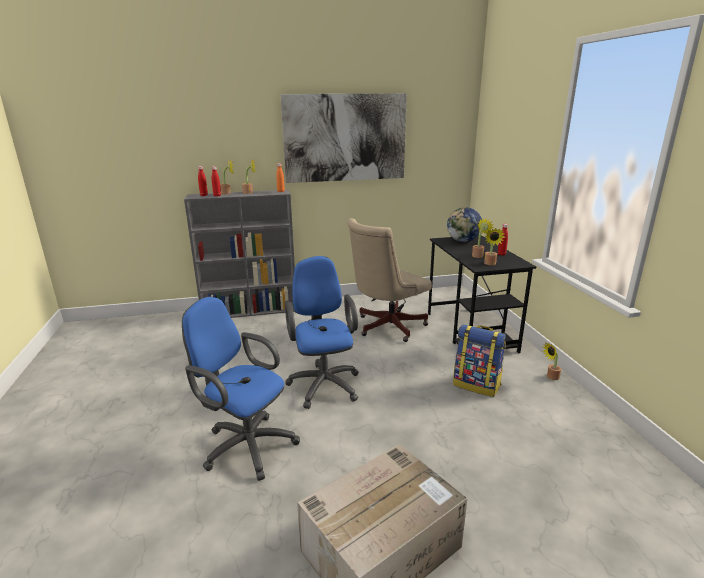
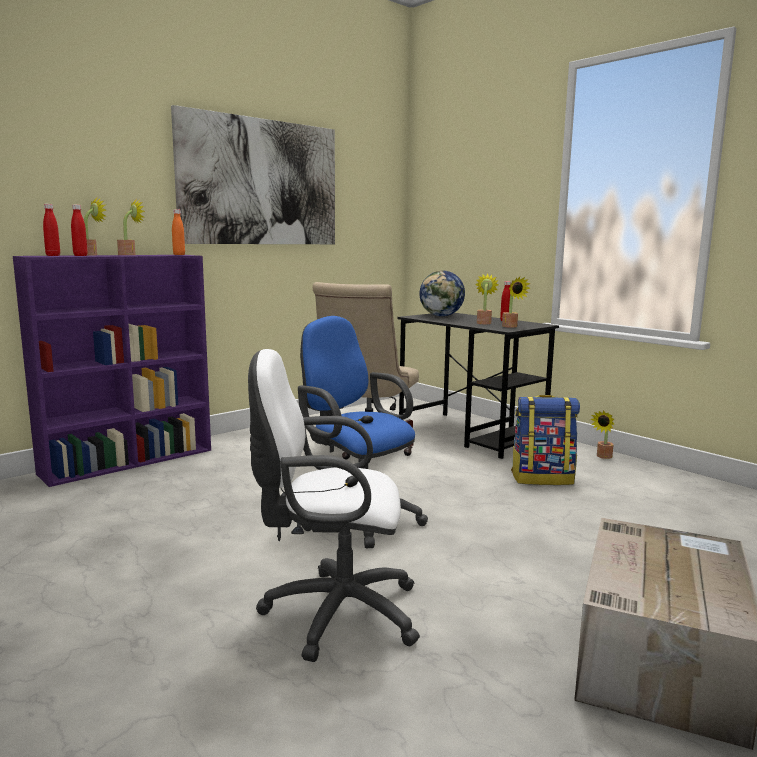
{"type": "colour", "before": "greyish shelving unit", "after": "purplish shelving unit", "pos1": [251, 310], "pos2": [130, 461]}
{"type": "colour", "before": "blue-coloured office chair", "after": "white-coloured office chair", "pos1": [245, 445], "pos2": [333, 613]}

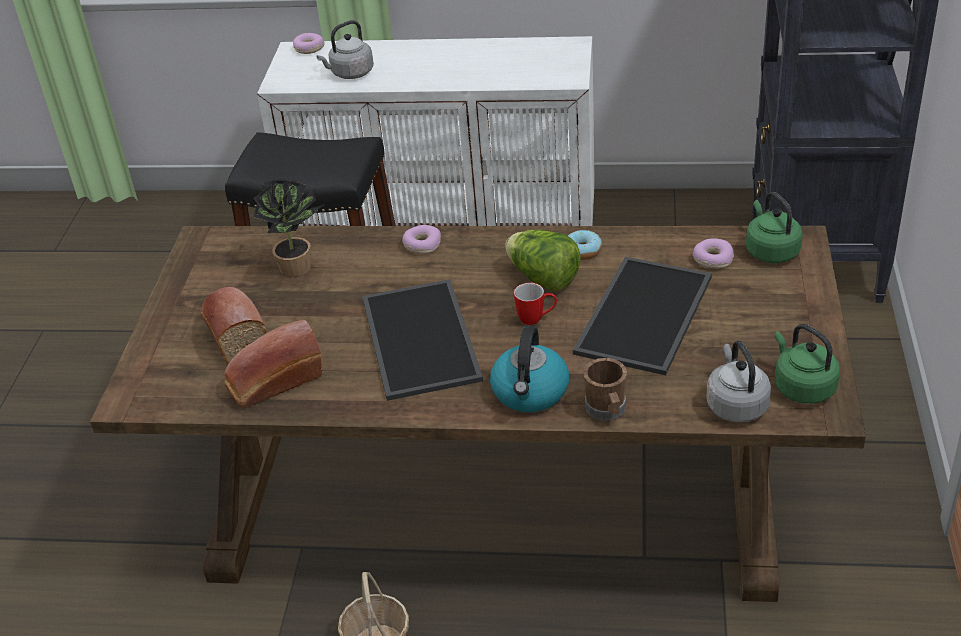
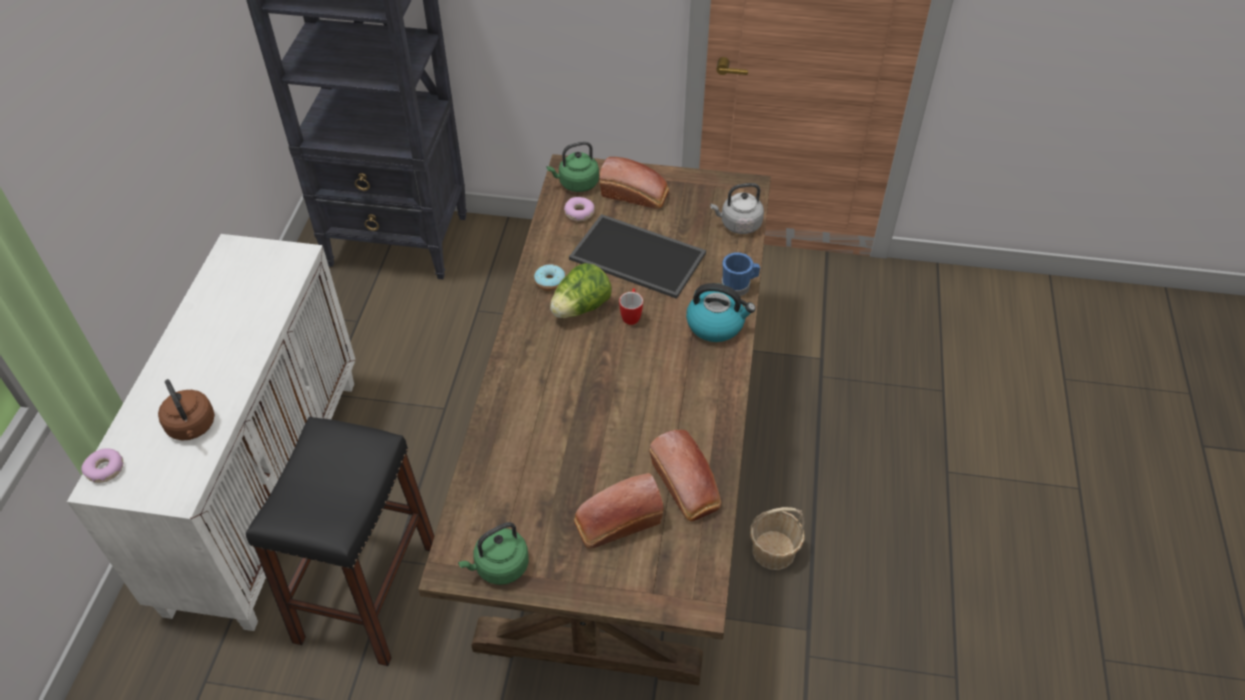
{"type": "colour", "before": "greyish kettle", "after": "brown-coloured kettle", "pos1": [350, 74], "pos2": [192, 427]}
{"type": "relocated", "before": "greenish kettle", "pos1": [802, 387], "pos2": [499, 567]}
{"type": "appeared", "after": "bread", "pos2": [636, 195]}
{"type": "colour", "before": "brown-coloured tea mug", "after": "blue-coloured tea mug", "pos1": [607, 410], "pos2": [739, 286]}
{"type": "missing", "before": "houseplant", "pos1": [300, 268]}
{"type": "missing", "before": "serving tray", "pos1": [417, 338]}
{"type": "missing", "before": "donut", "pos1": [422, 245]}

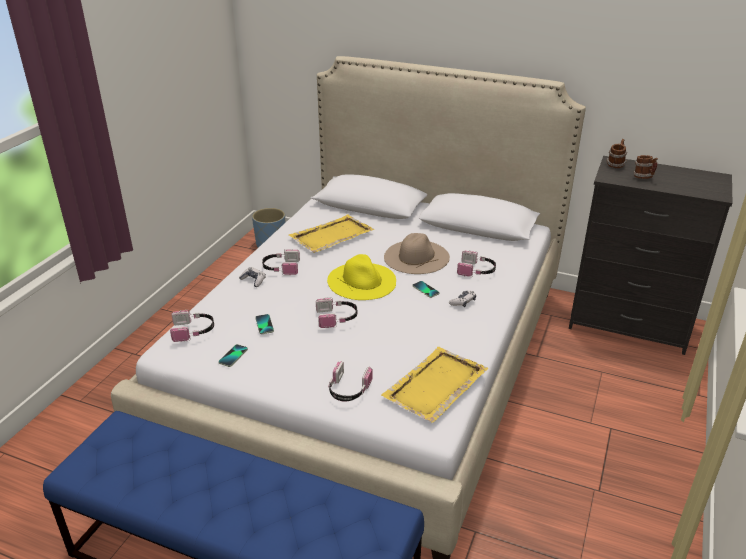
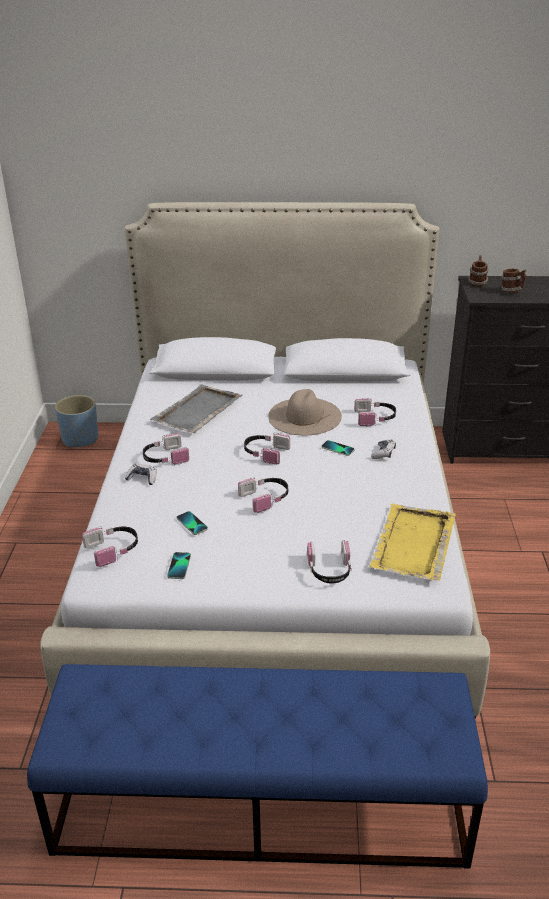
{"type": "colour", "before": "yellow serving tray", "after": "greyish serving tray", "pos1": [331, 236], "pos2": [196, 412]}
{"type": "exchanged", "before": "yellow hat", "after": "headset", "pos1": [362, 280], "pos2": [265, 453]}

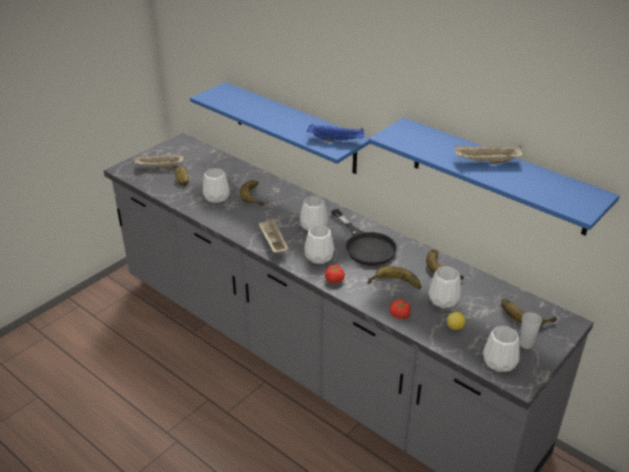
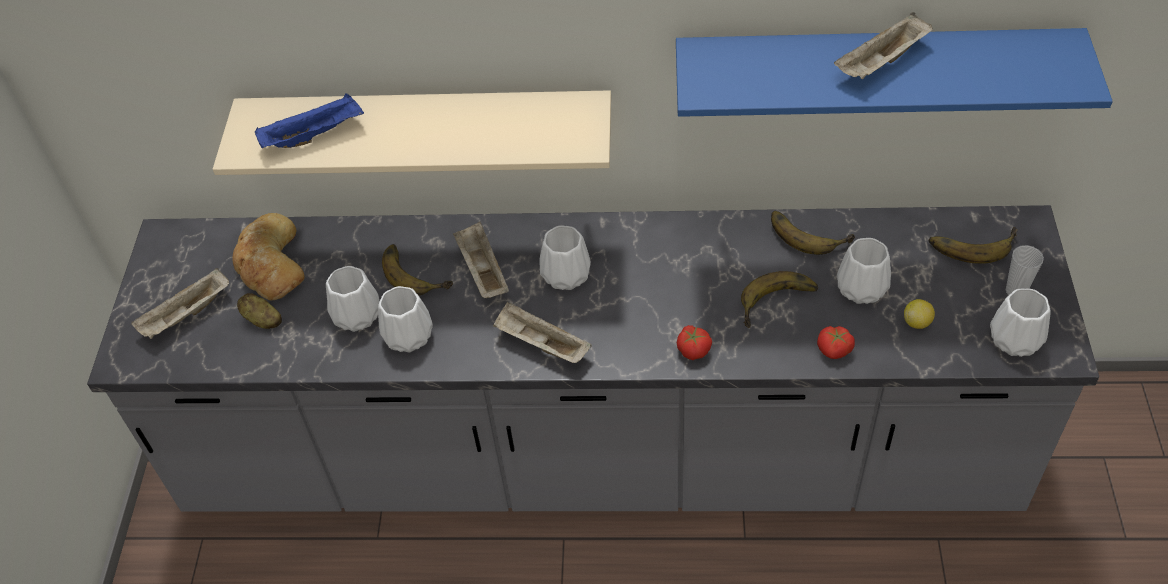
{"type": "colour", "before": "blue-coloured wall shelf", "after": "sand-coloured wall shelf", "pos1": [294, 128], "pos2": [427, 125]}
{"type": "appeared", "after": "bread", "pos2": [270, 263]}
{"type": "relocated", "before": "blue-coloured serving tray", "pos1": [336, 140], "pos2": [314, 135]}
{"type": "relocated", "before": "white-coloured decorative vase", "pos1": [319, 256], "pos2": [407, 335]}
{"type": "appeared", "after": "sand-coloured serving tray", "pos2": [482, 271]}
{"type": "missing", "before": "black skillet", "pos1": [365, 245]}

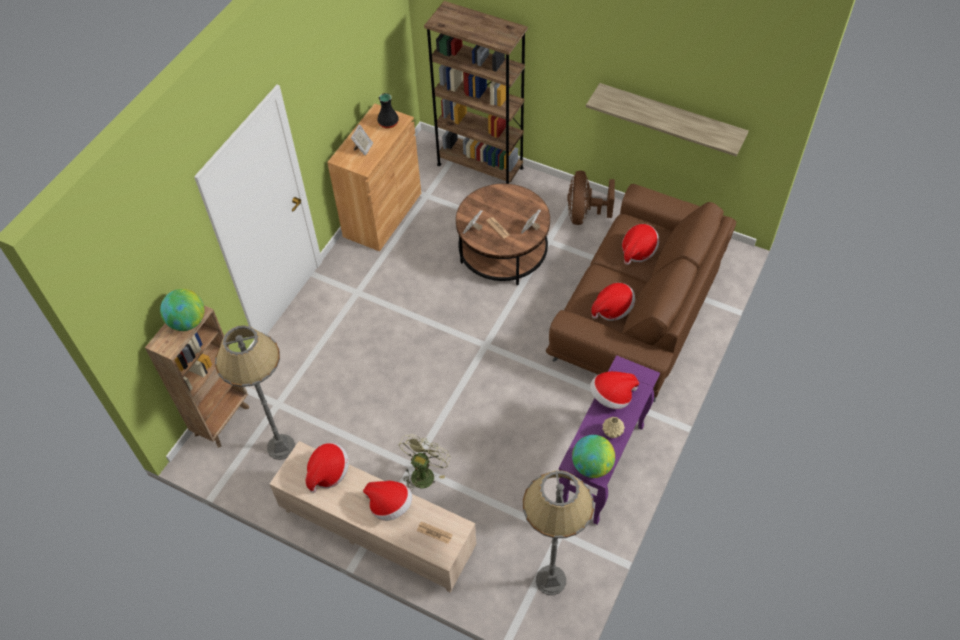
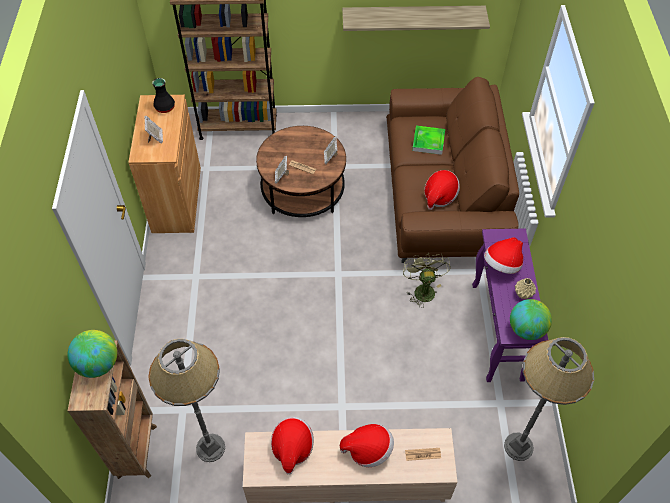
{"type": "relocated", "before": "greenish cooling fan", "pos1": [424, 472], "pos2": [422, 289]}
{"type": "exchanged", "before": "hat", "after": "serving tray", "pos1": [638, 251], "pos2": [428, 141]}
{"type": "missing", "before": "brown-coloured cooling fan", "pos1": [584, 214]}

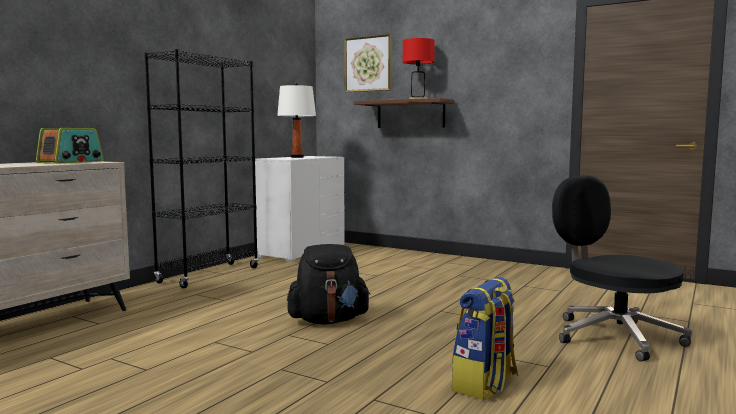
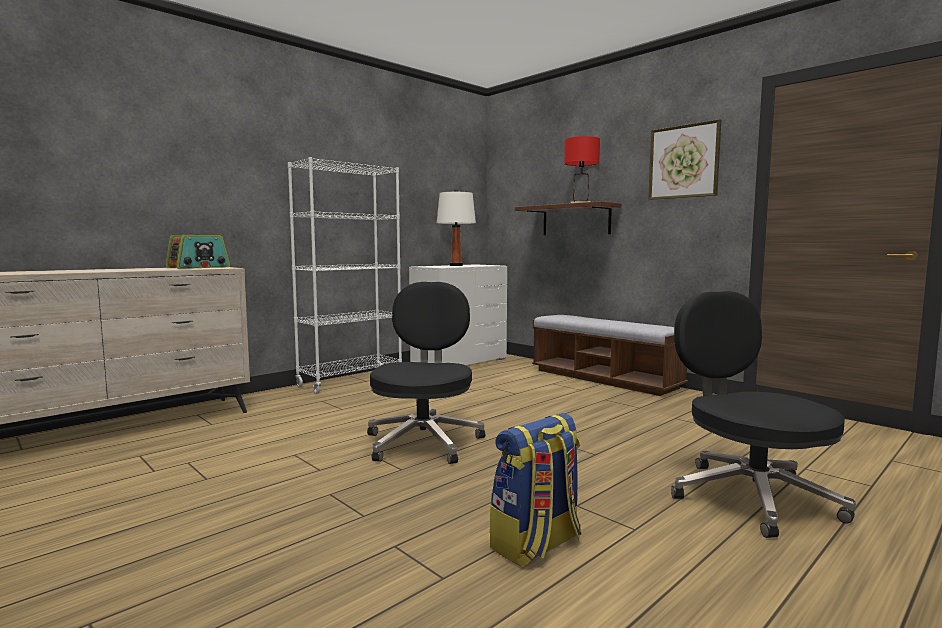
{"type": "colour", "before": "black shelving unit", "after": "white-coloured shelving unit", "pos1": [209, 275], "pos2": [351, 381]}
{"type": "exchanged", "before": "black backpack", "after": "black office chair", "pos1": [328, 320], "pos2": [424, 441]}
{"type": "appeared", "after": "bench", "pos2": [604, 379]}
{"type": "relocated", "before": "picture", "pos1": [368, 64], "pos2": [684, 162]}

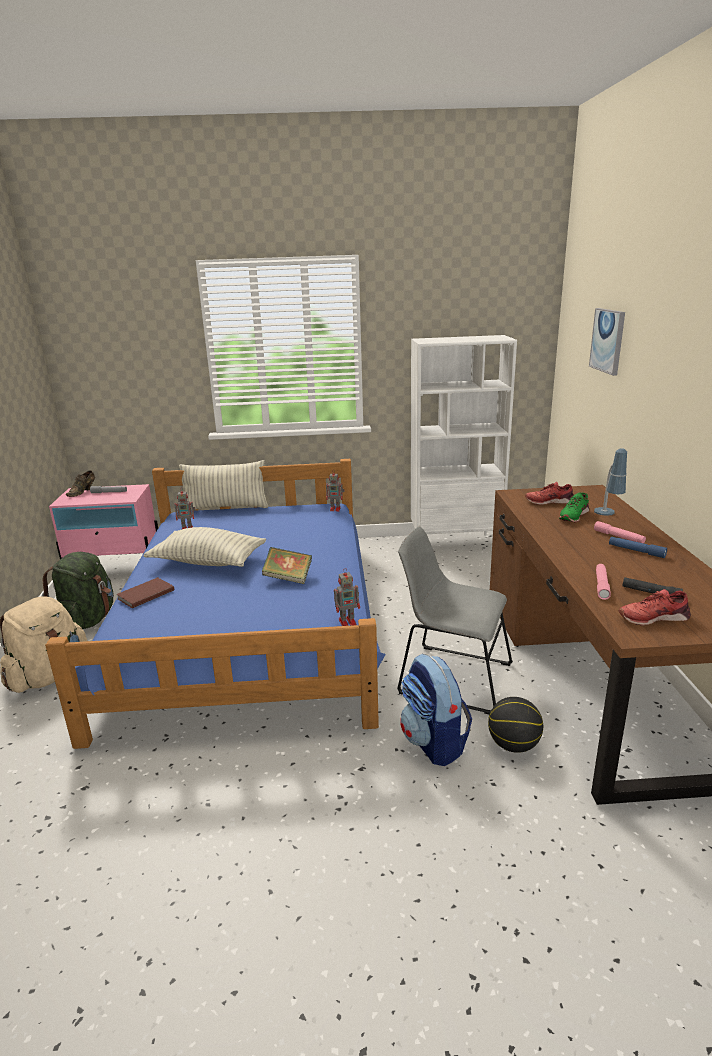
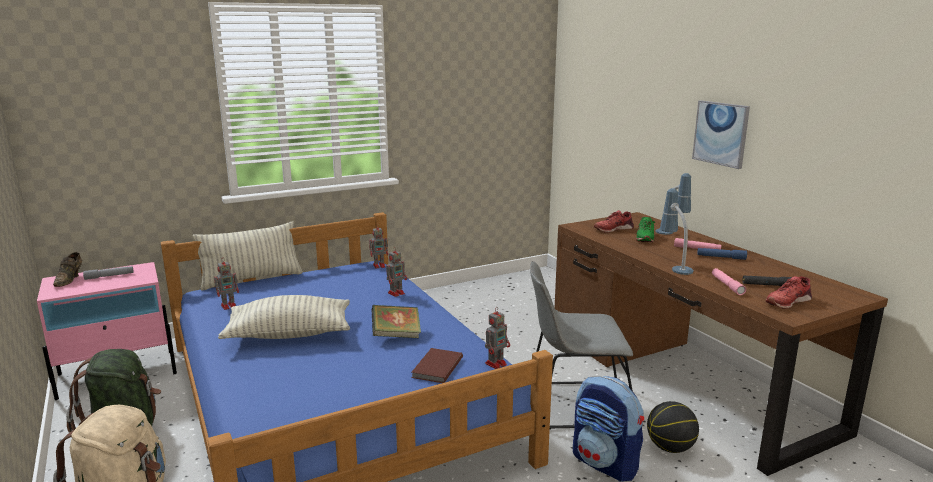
{"type": "appeared", "after": "toy robot", "pos2": [397, 293]}
{"type": "relocated", "before": "brown-coloured book", "pos1": [144, 594], "pos2": [436, 367]}
{"type": "appeared", "after": "lamp for a table", "pos2": [674, 266]}
{"type": "relocated", "before": "picture", "pos1": [608, 340], "pos2": [721, 133]}
{"type": "missing", "before": "white-coloured shelving unit", "pos1": [456, 542]}

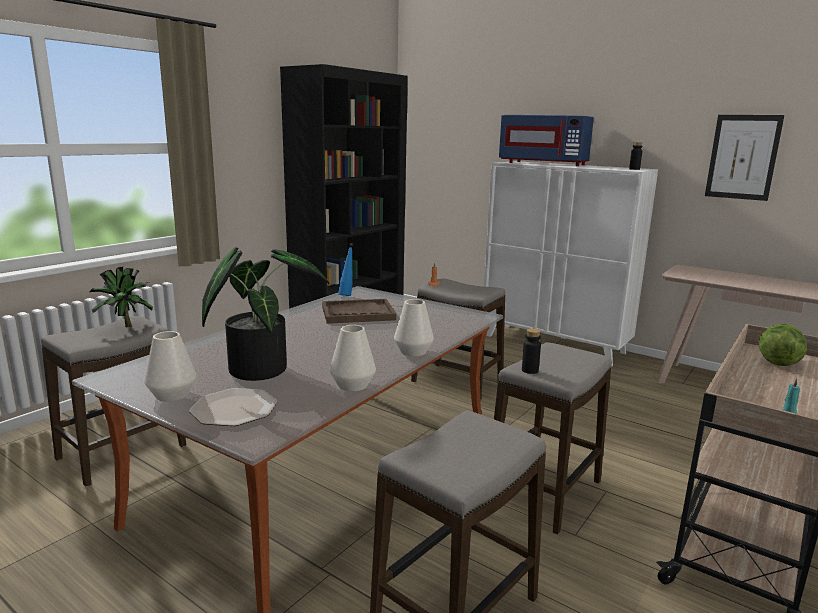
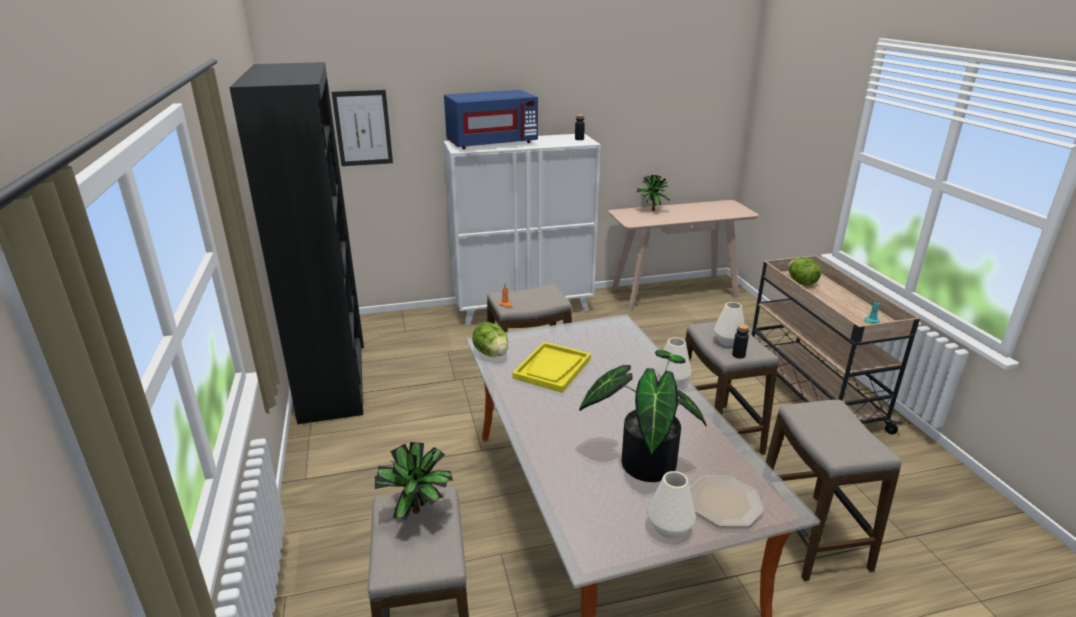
{"type": "relocated", "before": "picture", "pos1": [742, 157], "pos2": [363, 128]}
{"type": "exchanged", "before": "blue-coloured beverage bottle", "after": "lettuce head", "pos1": [347, 295], "pos2": [491, 353]}
{"type": "colour", "before": "brown-coloured serving tray", "after": "yellow serving tray", "pos1": [357, 313], "pos2": [552, 368]}
{"type": "appeared", "after": "houseplant", "pos2": [650, 210]}
{"type": "relocated", "before": "white-coloured decorative vase", "pos1": [353, 385], "pos2": [728, 341]}

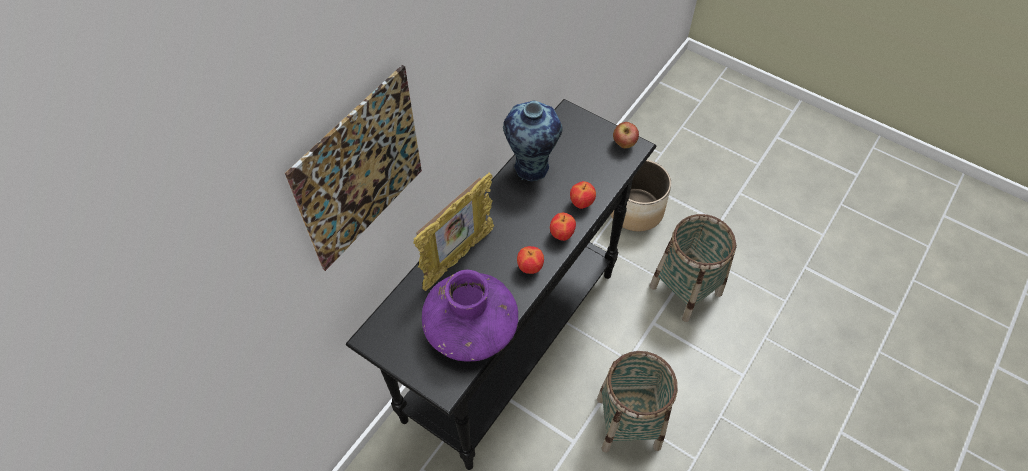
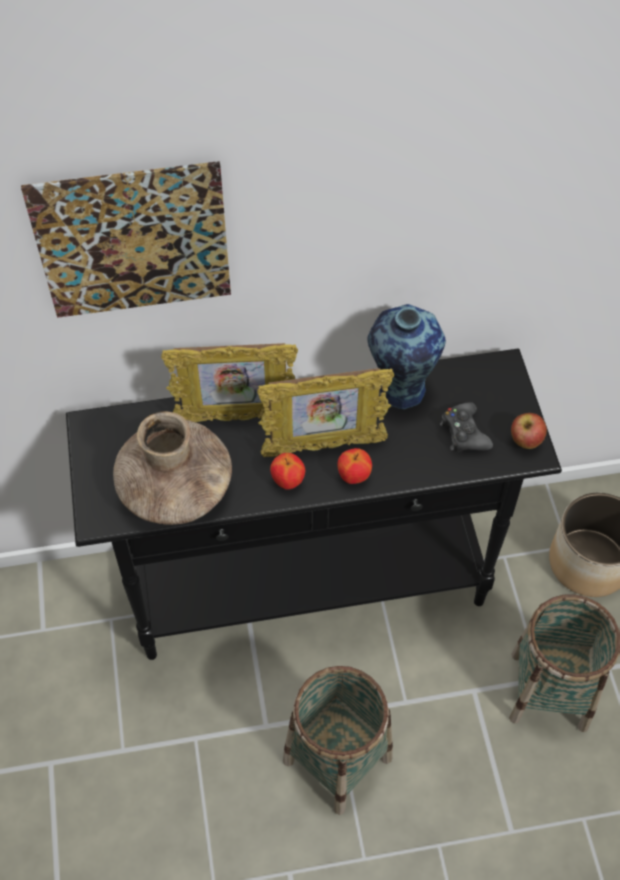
{"type": "colour", "before": "purplish decorative vase", "after": "brown-coloured decorative vase", "pos1": [471, 328], "pos2": [175, 488]}
{"type": "appeared", "after": "photo frame", "pos2": [323, 446]}
{"type": "appeared", "after": "black game controller", "pos2": [464, 433]}
{"type": "missing", "before": "whole apple", "pos1": [581, 203]}

